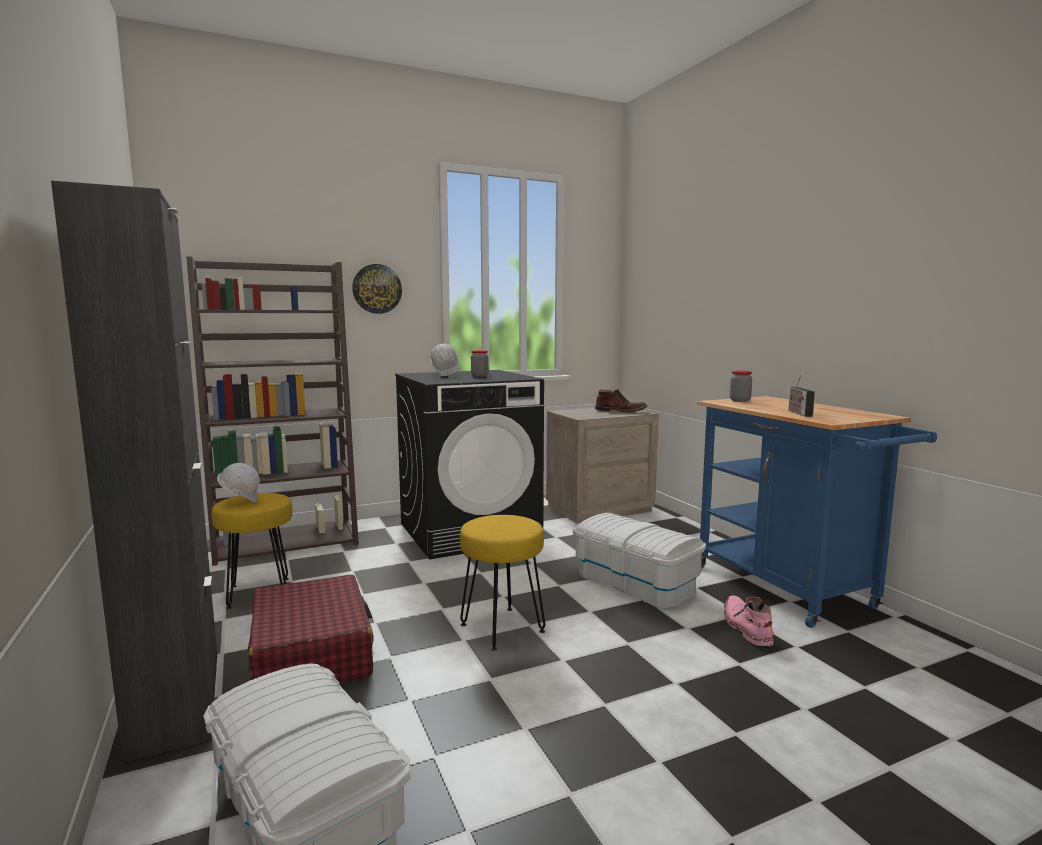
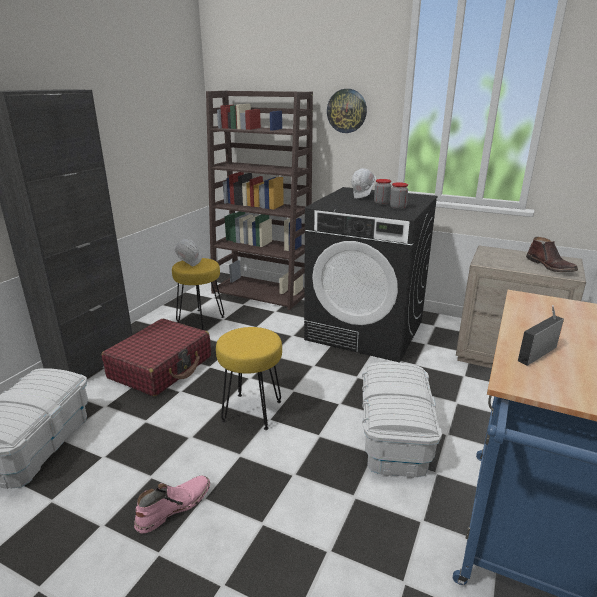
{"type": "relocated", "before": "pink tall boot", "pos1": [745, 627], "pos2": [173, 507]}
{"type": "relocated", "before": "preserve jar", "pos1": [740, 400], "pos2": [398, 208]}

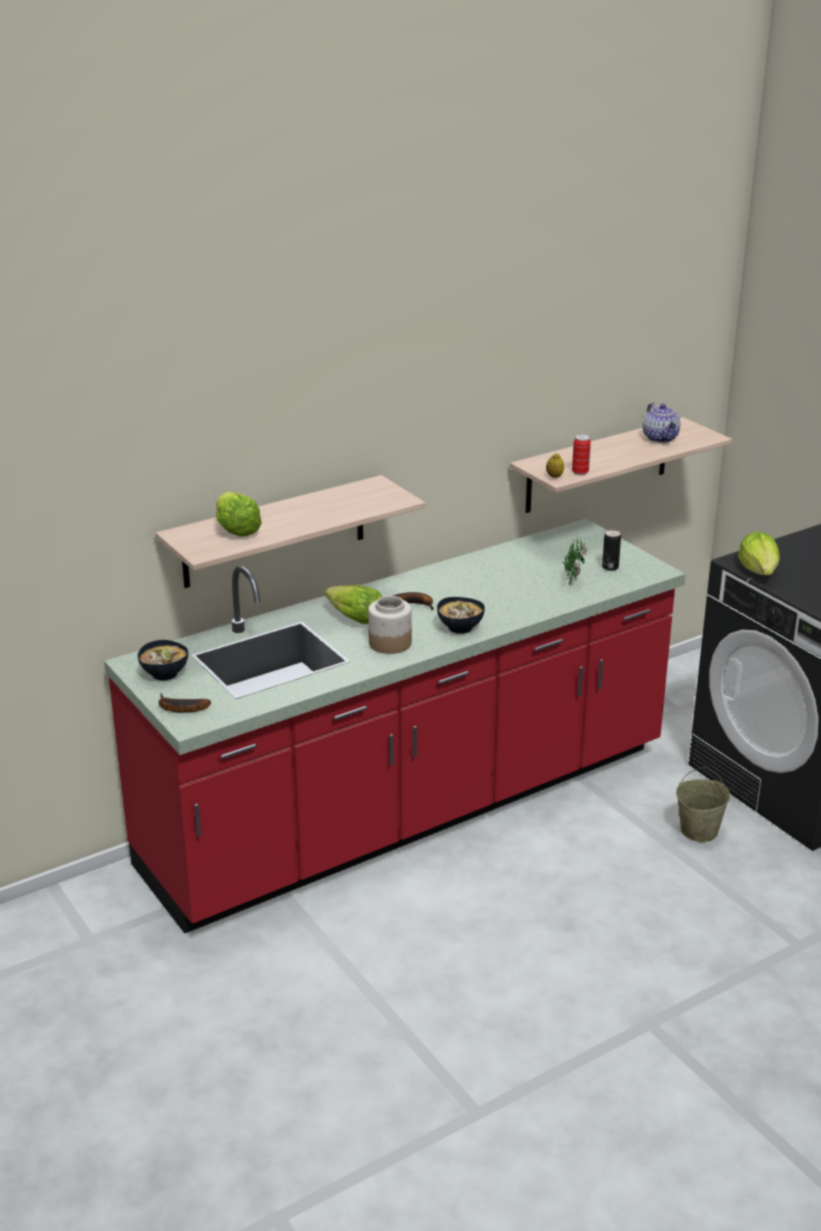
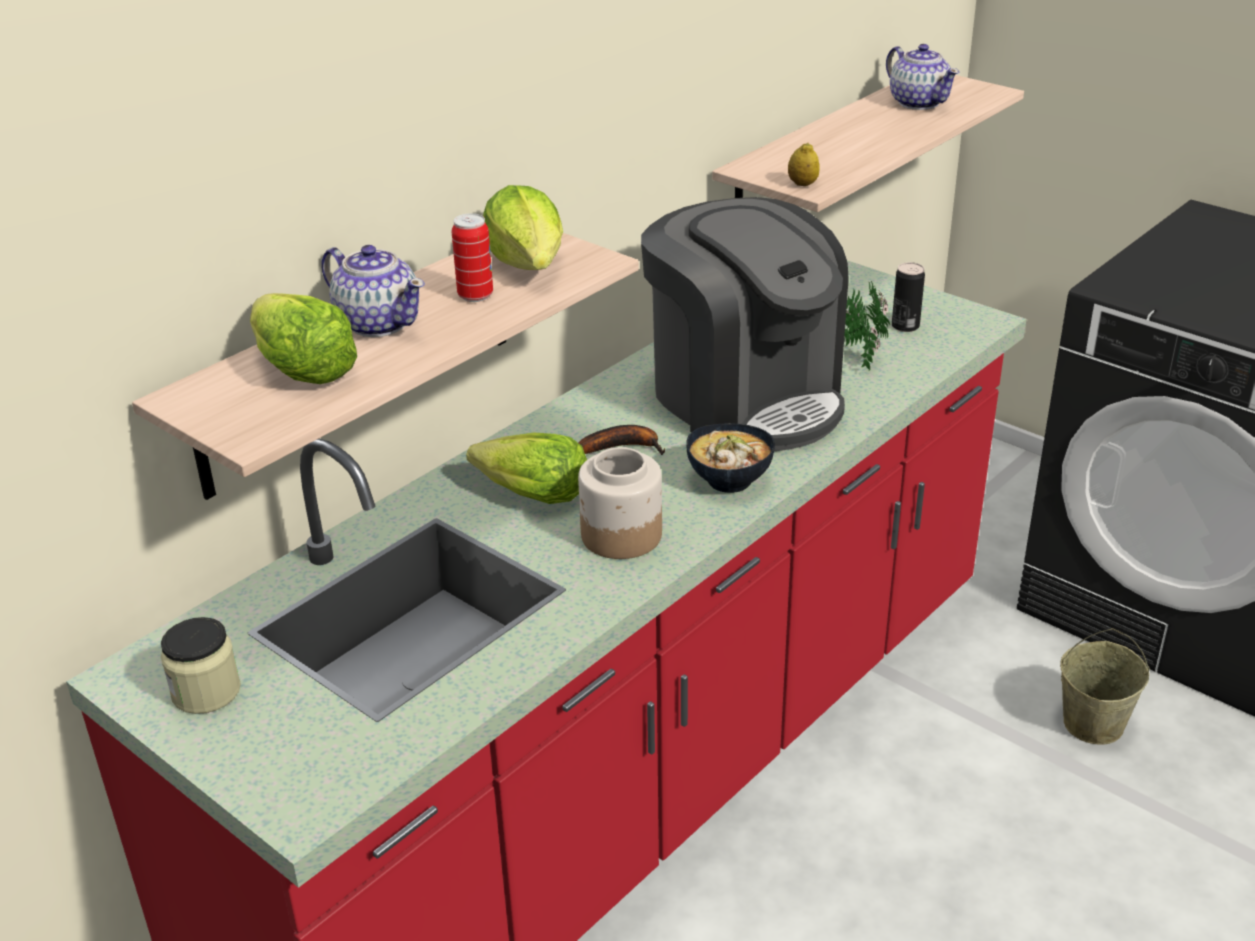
{"type": "exchanged", "before": "serving bowl", "after": "preserve jar", "pos1": [164, 674], "pos2": [206, 692]}
{"type": "appeared", "after": "tea pot", "pos2": [378, 323]}
{"type": "relocated", "before": "can", "pos1": [580, 472], "pos2": [475, 296]}
{"type": "relocated", "before": "lettuce head", "pos1": [759, 571], "pos2": [529, 264]}
{"type": "appeared", "after": "coffee maker", "pos2": [745, 398]}
{"type": "missing", "before": "banana", "pos1": [179, 708]}

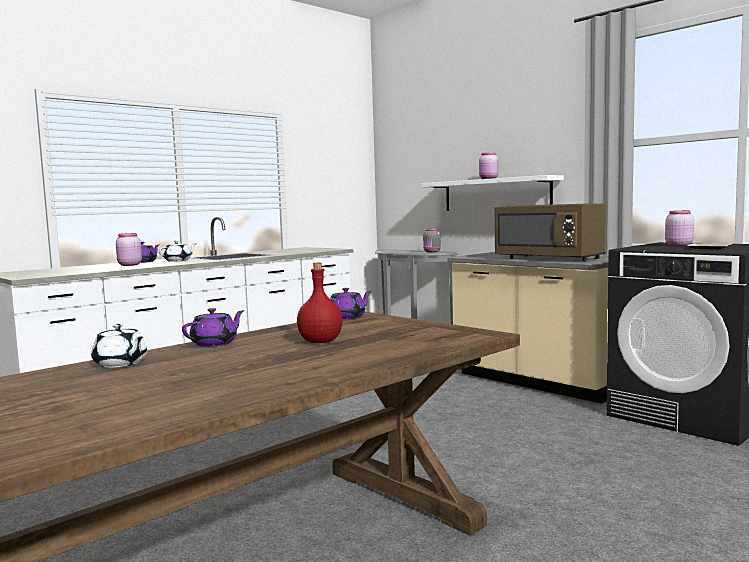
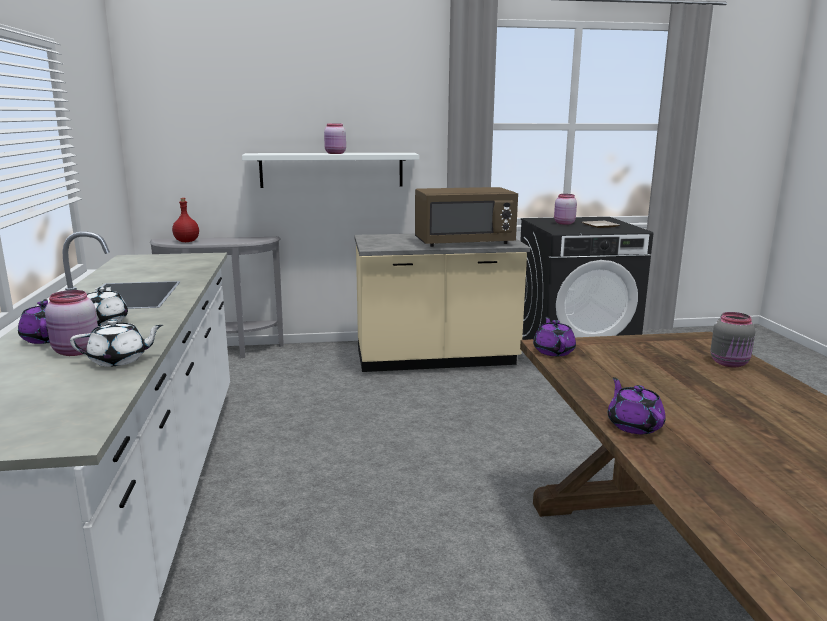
{"type": "relocated", "before": "white-coloured tea pot", "pos1": [121, 364], "pos2": [119, 360]}
{"type": "relocated", "before": "red beverage bottle", "pos1": [320, 342], "pos2": [187, 241]}
{"type": "relocated", "before": "greyish preserve jar", "pos1": [432, 252], "pos2": [730, 363]}

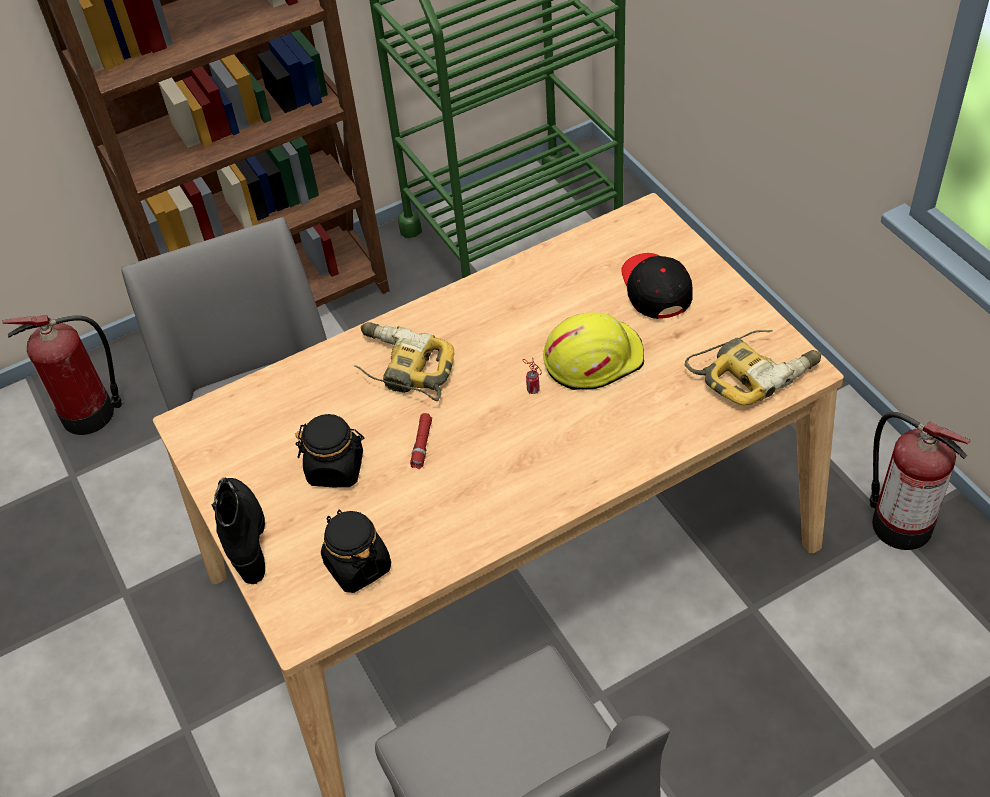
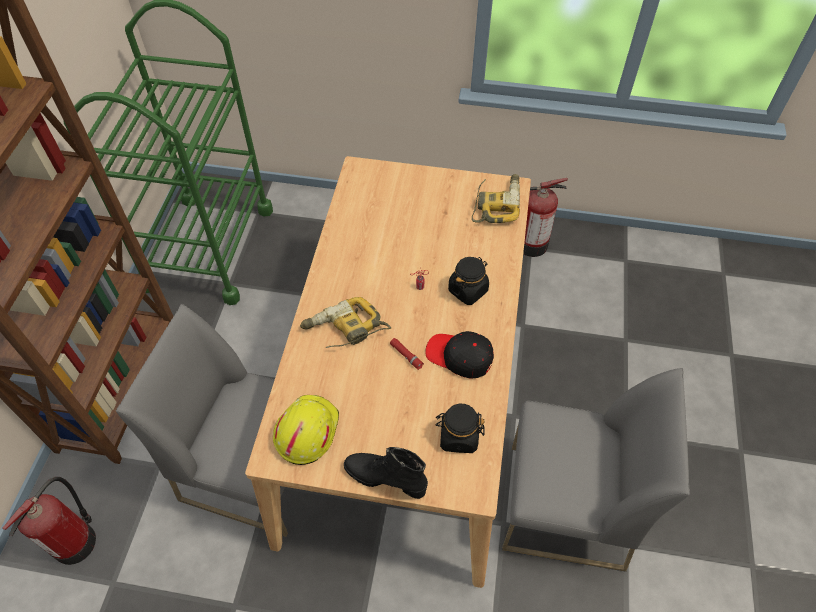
{"type": "relocated", "before": "yellow work helmet", "pos1": [593, 358], "pos2": [306, 431]}
{"type": "relocated", "before": "black baseball cap", "pos1": [655, 289], "pos2": [459, 356]}
{"type": "relocated", "before": "black preserve jar", "pos1": [336, 468], "pos2": [468, 290]}

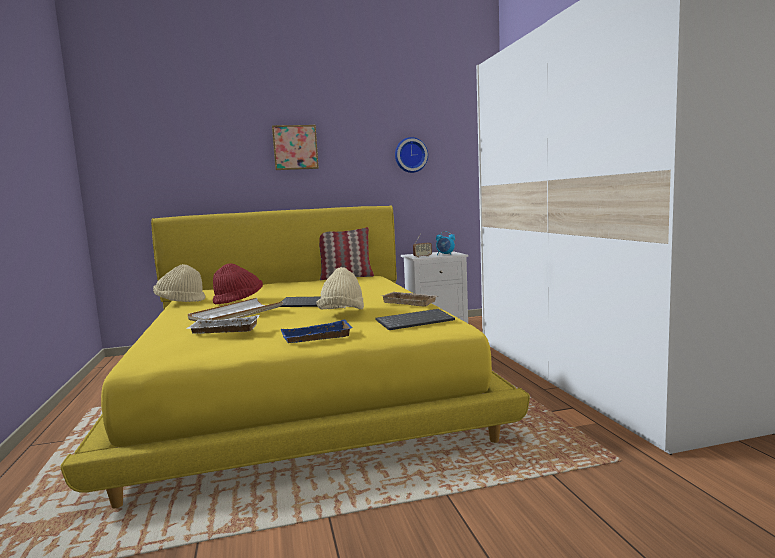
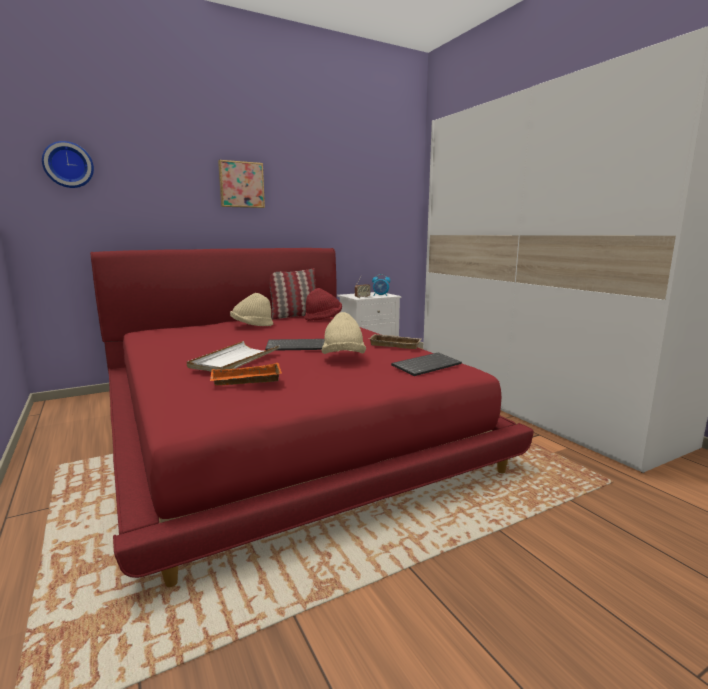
{"type": "relocated", "before": "clock on the wall", "pos1": [410, 155], "pos2": [68, 165]}
{"type": "colour", "before": "yellow bed", "after": "red bed", "pos1": [299, 383], "pos2": [278, 423]}
{"type": "colour", "before": "white-coloured serving tray", "after": "orange-coloured serving tray", "pos1": [223, 330], "pos2": [245, 380]}
{"type": "relocated", "before": "sand-coloured hat", "pos1": [180, 302], "pos2": [252, 326]}
{"type": "relocated", "before": "red hat", "pos1": [239, 301], "pos2": [323, 318]}
{"type": "missing", "before": "blue-coloured serving tray", "pos1": [316, 338]}

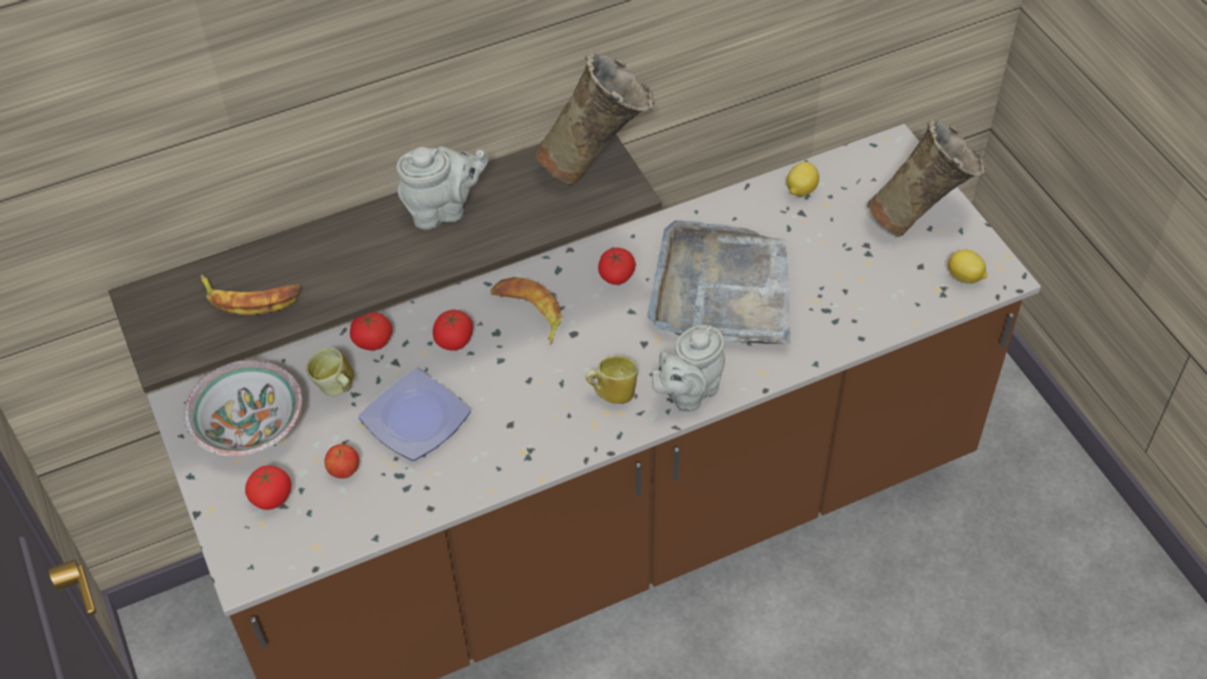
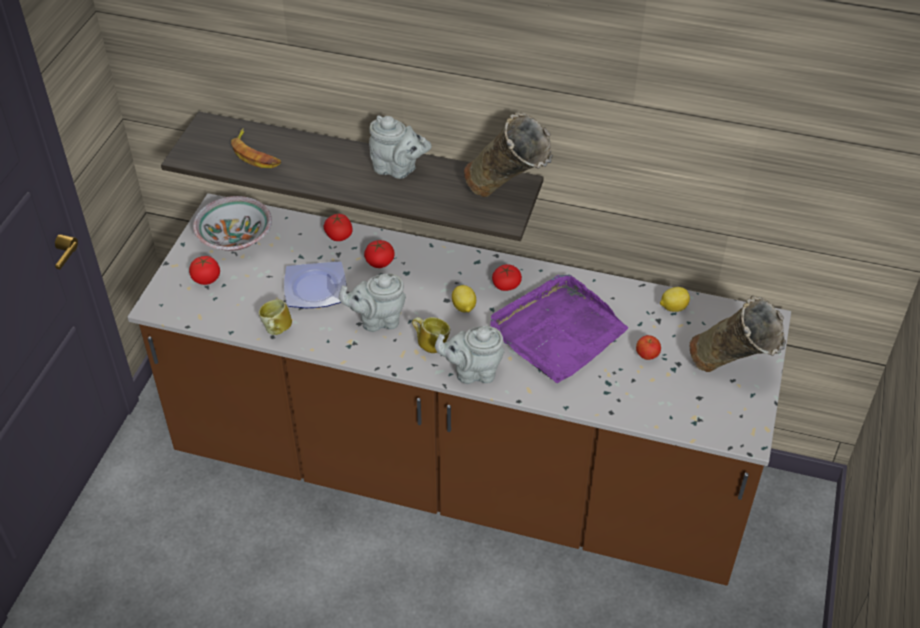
{"type": "relocated", "before": "tea mug", "pos1": [336, 389], "pos2": [276, 331]}
{"type": "appeared", "after": "greyish tea pot", "pos2": [377, 320]}
{"type": "relocated", "before": "whole lemon", "pos1": [965, 278], "pos2": [464, 307]}
{"type": "colour", "before": "greyish serving tray", "after": "purplish serving tray", "pos1": [722, 291], "pos2": [557, 332]}
{"type": "relocated", "before": "whole apple", "pos1": [344, 470], "pos2": [647, 355]}
{"type": "missing", "before": "banana", "pos1": [528, 313]}

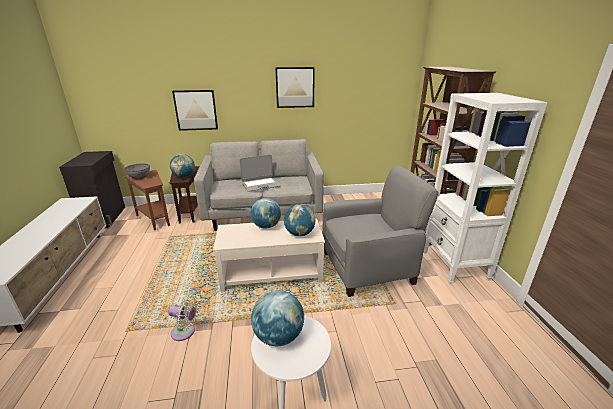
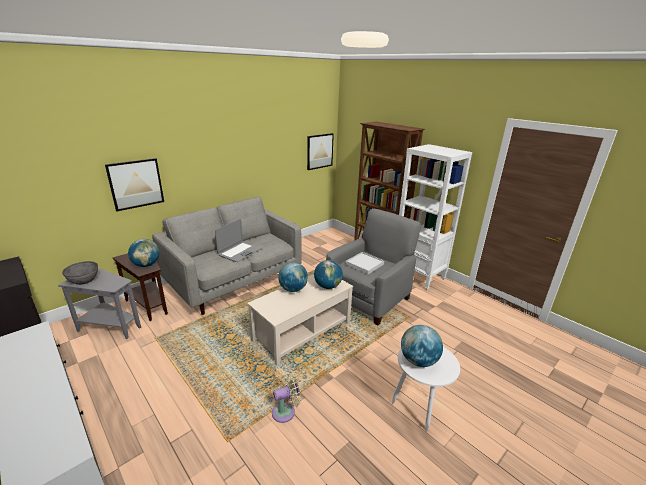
{"type": "colour", "before": "brown-coloured side table", "after": "greyish side table", "pos1": [155, 218], "pos2": [110, 326]}
{"type": "relocated", "before": "picture", "pos1": [295, 87], "pos2": [319, 151]}
{"type": "appeared", "after": "white-coloured serving tray", "pos2": [364, 264]}

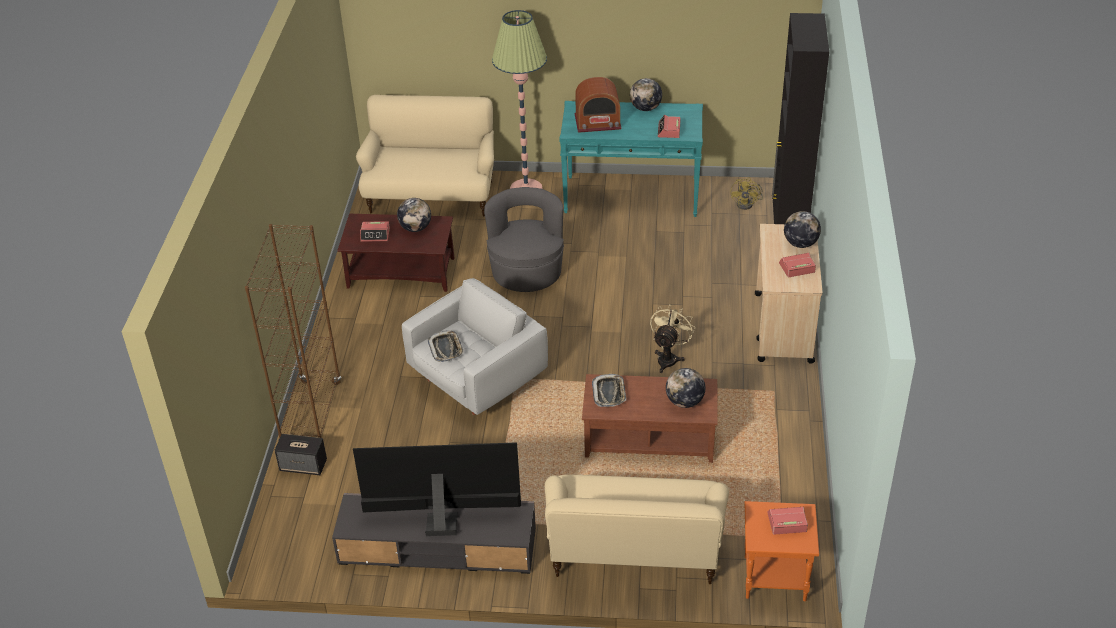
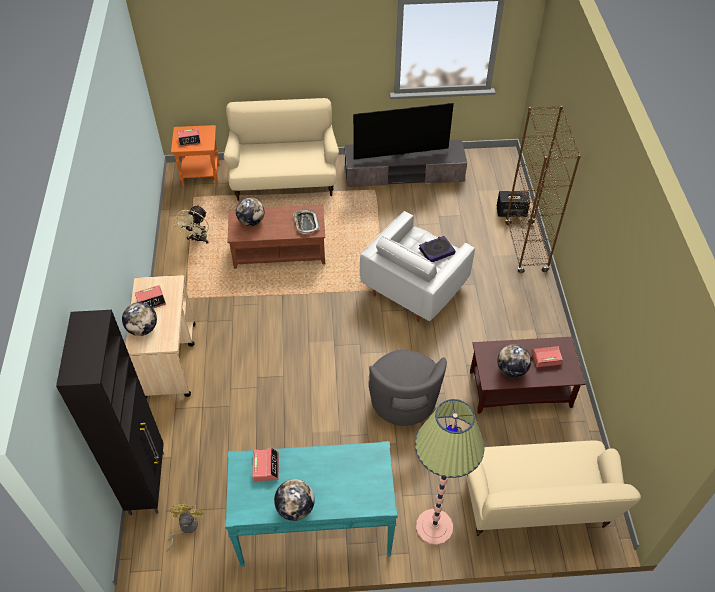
{"type": "relocated", "before": "sand-coloured cooling fan", "pos1": [668, 358], "pos2": [198, 239]}
{"type": "exchanged", "before": "serving tray", "after": "book", "pos1": [446, 348], "pos2": [436, 251]}
{"type": "missing", "before": "radio set", "pos1": [598, 122]}

